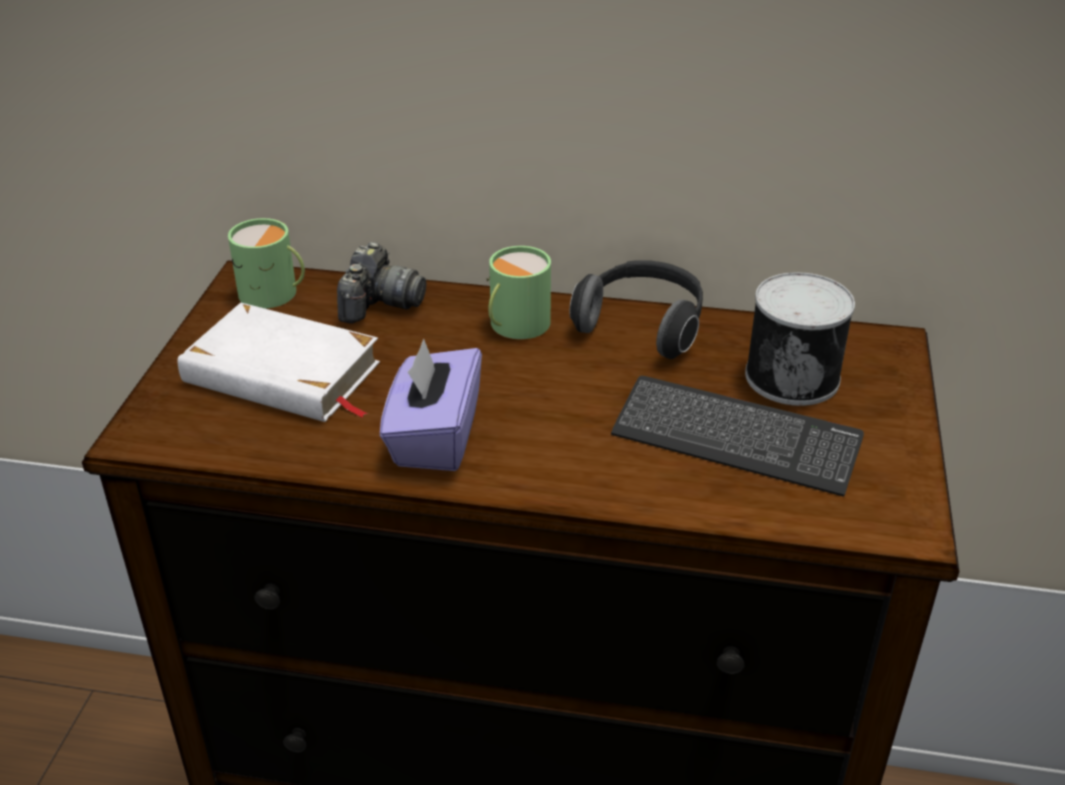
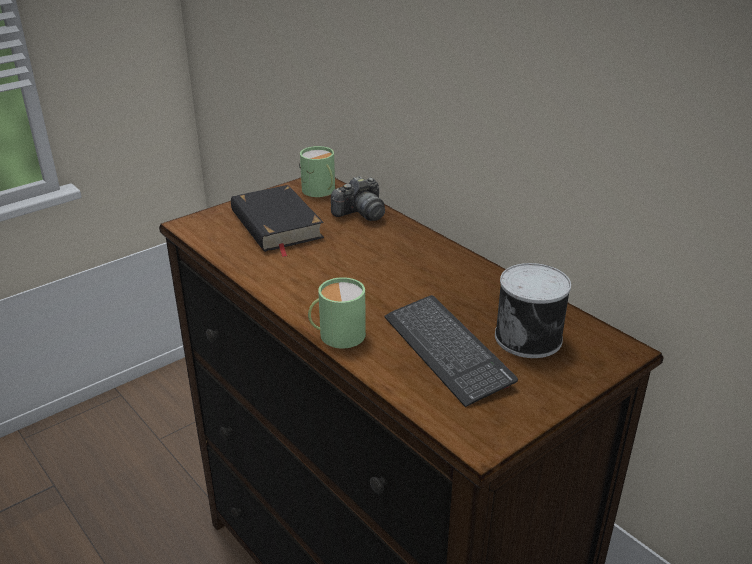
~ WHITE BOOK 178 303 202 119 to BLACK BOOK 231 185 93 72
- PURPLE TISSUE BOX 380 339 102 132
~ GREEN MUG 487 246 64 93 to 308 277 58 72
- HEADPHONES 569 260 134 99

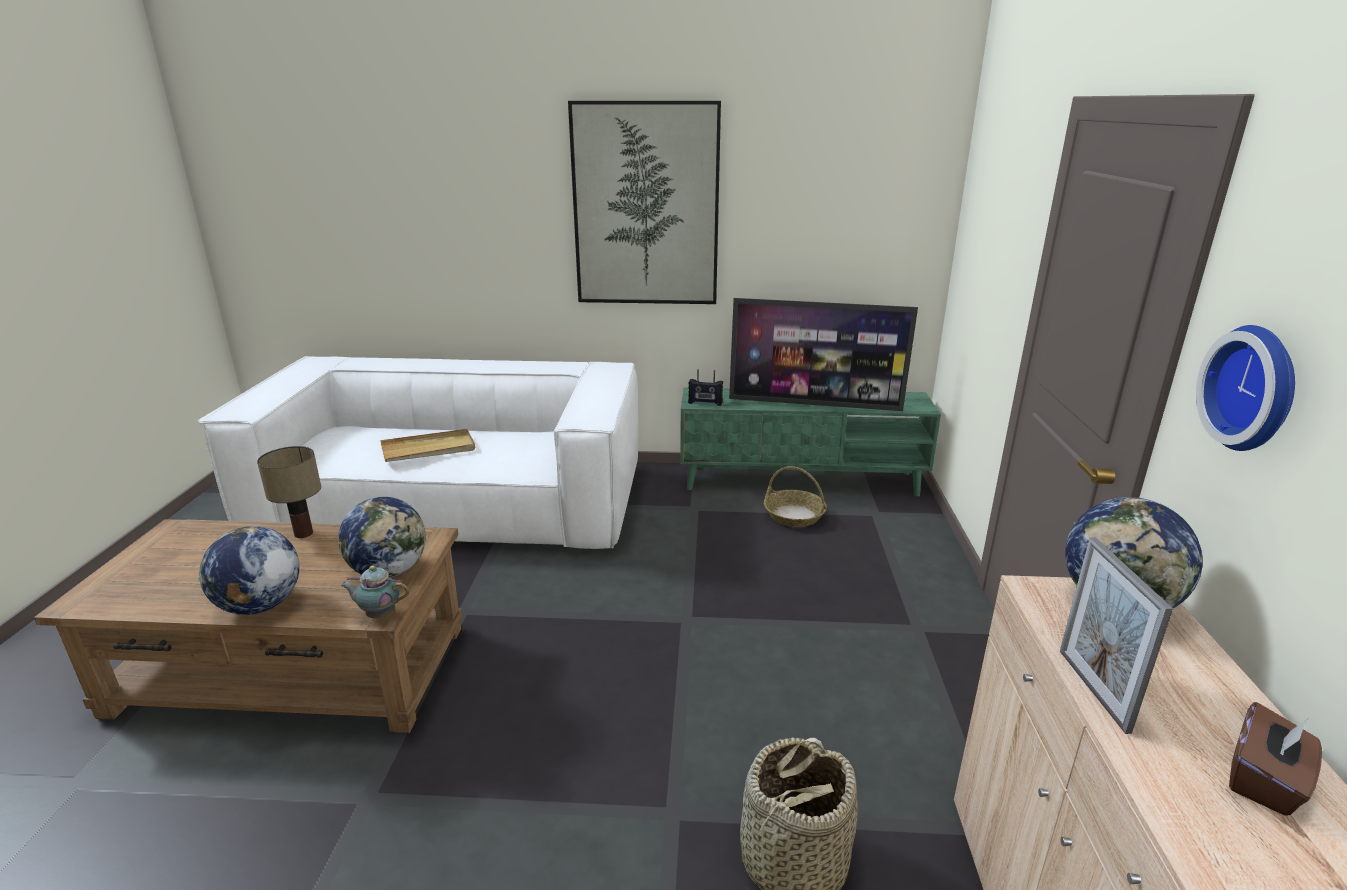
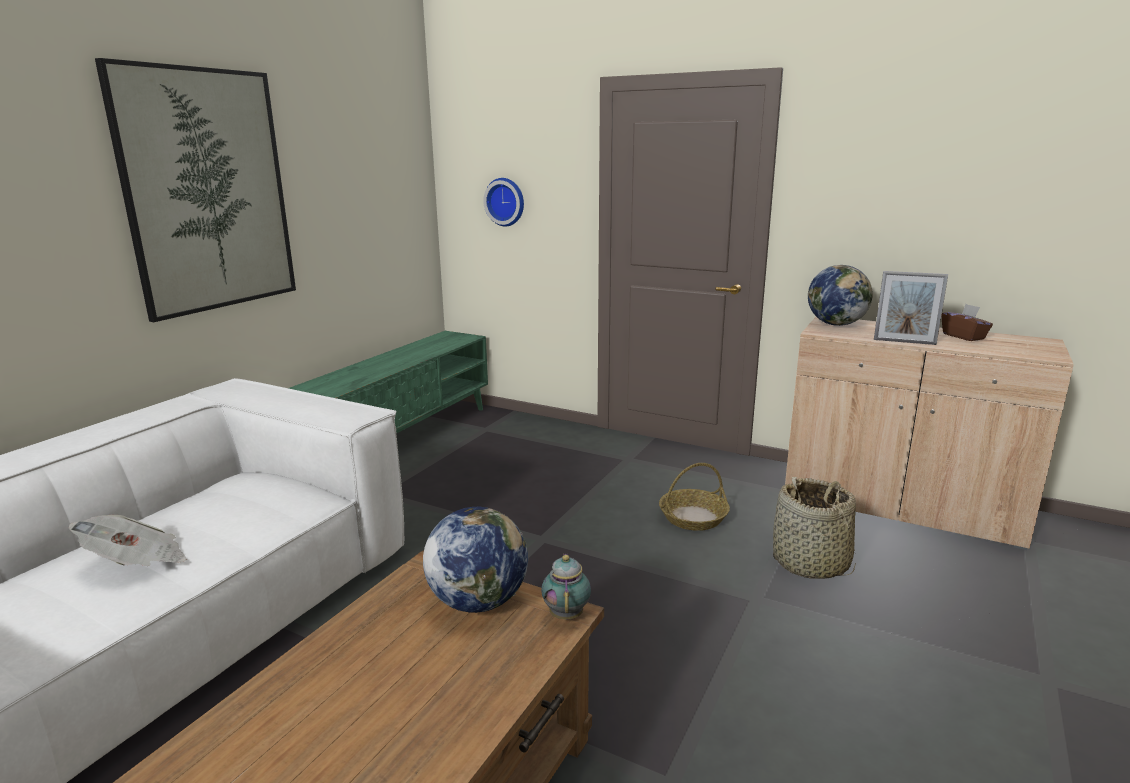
- GLOBE 198 526 102 89
- TABLE LAMP 257 446 64 92
~ TEAPOT 340 565 69 53 = 541 553 50 67 150 degrees clockwise
~ BEIGE TRAY 380 429 95 33 to NEWSPAPER 68 515 119 51
- RADIO 688 369 35 37
- TELEVISION 729 298 189 113
~ BASKET 764 466 63 61 to 659 463 71 68
~ WALL CLOCK 1196 325 99 126 to 483 178 41 49

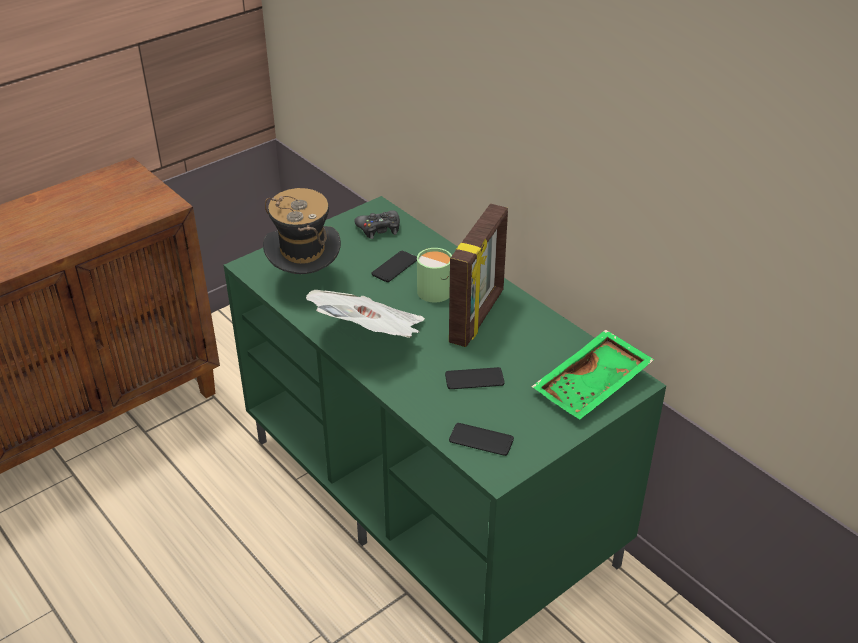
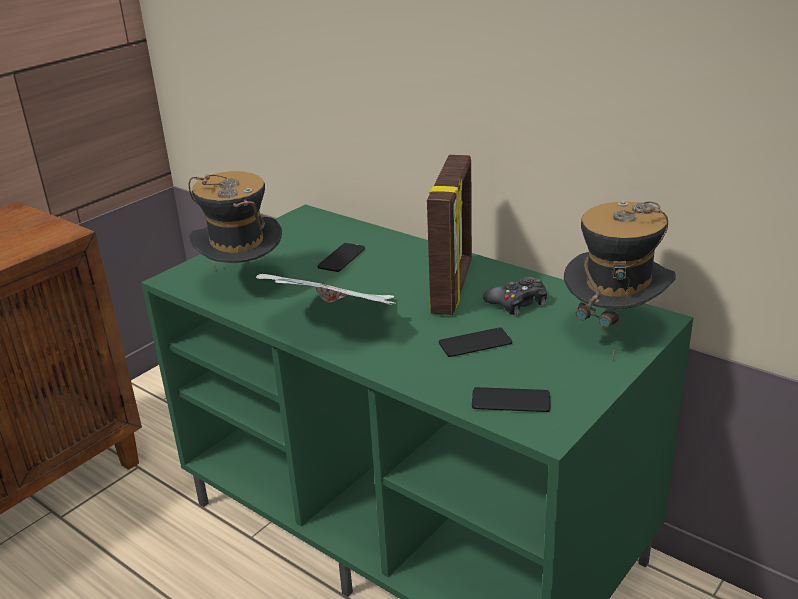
~ BLACK GAME CONTROLLER 354 210 46 29 to 483 277 64 38
- GREEN MUG 417 248 35 55
~ GREEN TRAY 532 330 122 90 to HAT 564 201 112 157

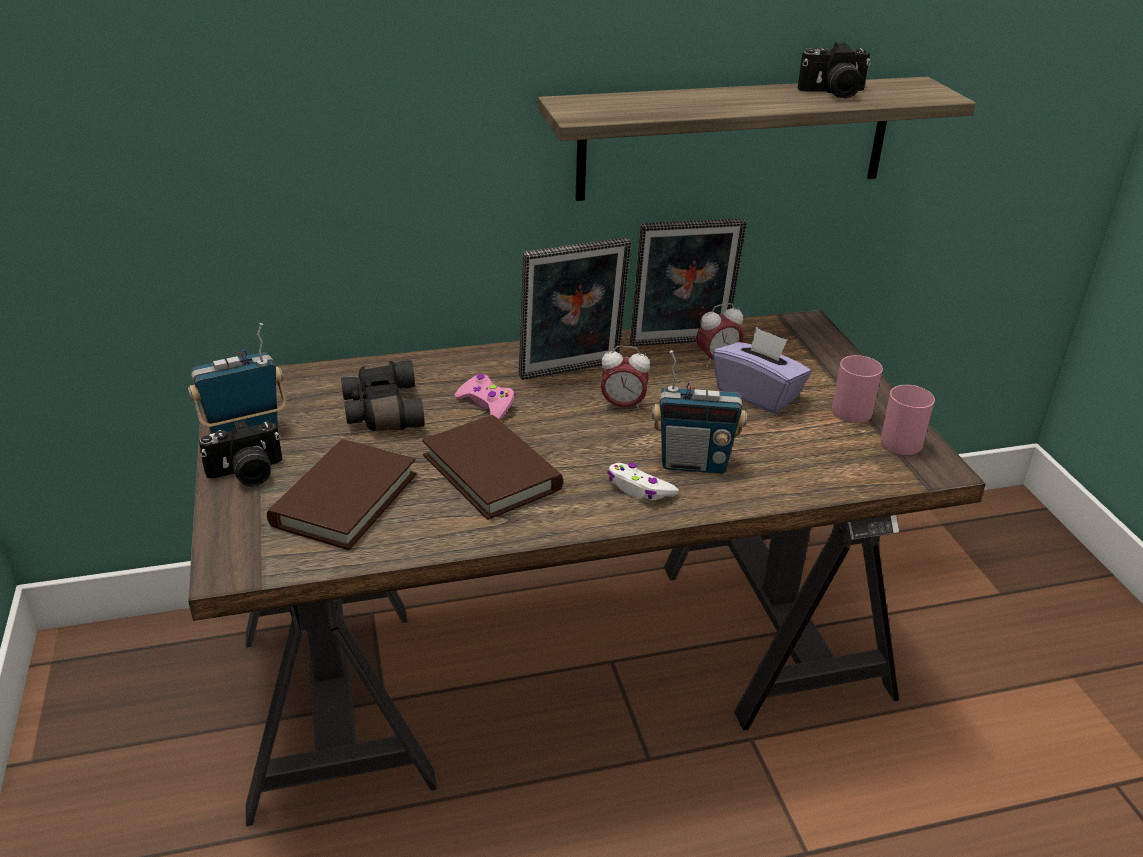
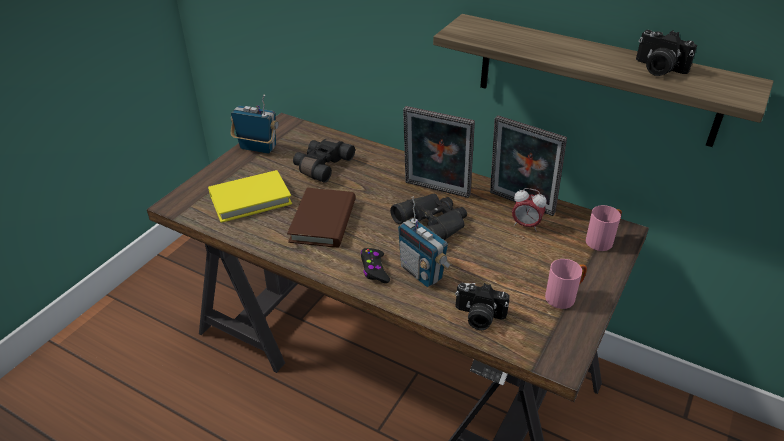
~ PHOTO CAMERA 199 420 83 66 to 455 283 55 47
~ BROWN BOOK 267 439 150 111 to YELLOW BOOK 208 170 84 53
- PINK GAME CONTROLLER 455 374 61 46
~ ALARM CLOCK 601 346 49 66 to BLACK BINOCULARS 390 193 77 47
~ WHITE GAME CONTROLLER 607 463 72 37 to BLACK GAME CONTROLLER 361 248 29 35
- PURPLE TISSUE BOX 713 327 98 87
~ PINK MUG 880 385 55 70 to 586 205 36 46

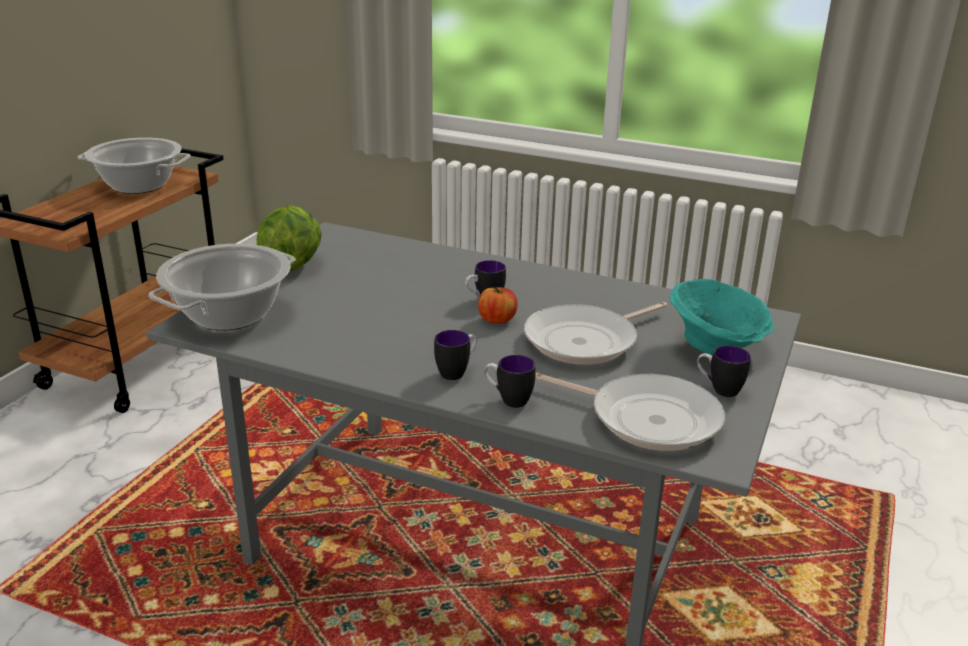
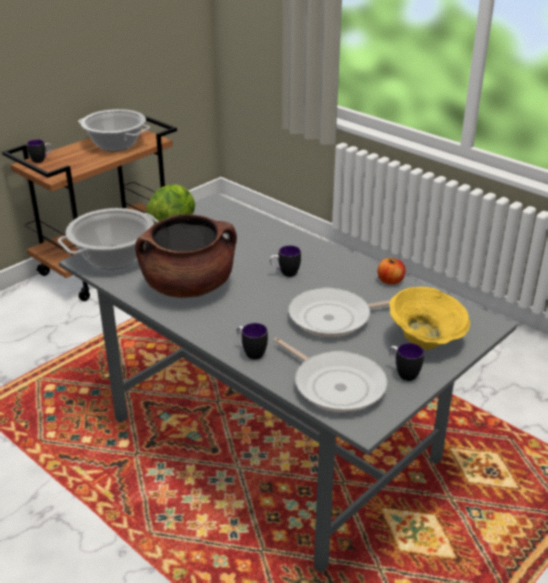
~ MUG 434 330 43 50 to 27 140 25 23
~ APPLE 478 287 39 37 to 378 258 28 27
~ TURQUOISE BOWL 670 279 105 77 to YELLOW BOWL 389 287 81 63
+ BROWN COOKING POT 135 214 102 84

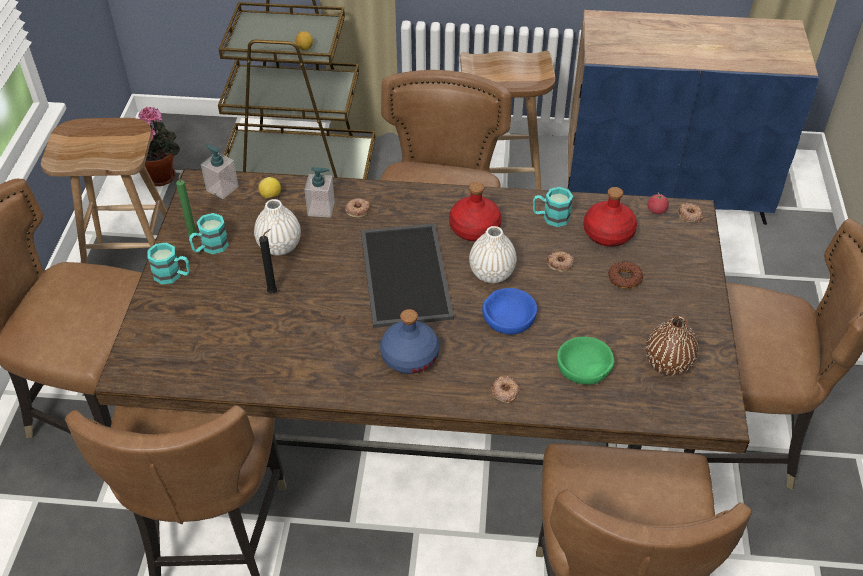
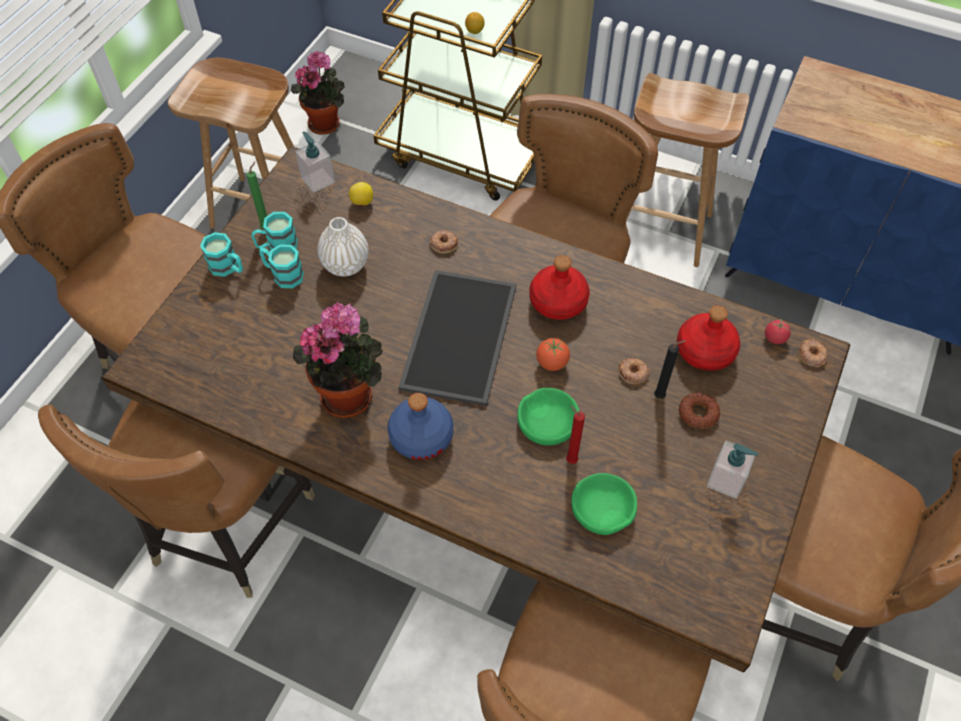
~ BLACK CANDLE 259 229 18 64 to 654 340 32 59
~ SOAP DISPENSER 304 167 31 51 to 707 441 52 58
~ WHITE VASE 469 226 48 57 to TOMATO 536 338 34 33
~ BLUE BOWL 482 288 55 47 to GREEN BOWL 517 388 62 57
- DONUT 491 376 29 27
~ TURQUOISE MUG 533 187 40 40 to 259 244 45 44
- BROWN VASE 646 315 52 61
+ POTTED PLANT 293 302 90 117
+ RED CANDLE 566 405 19 59

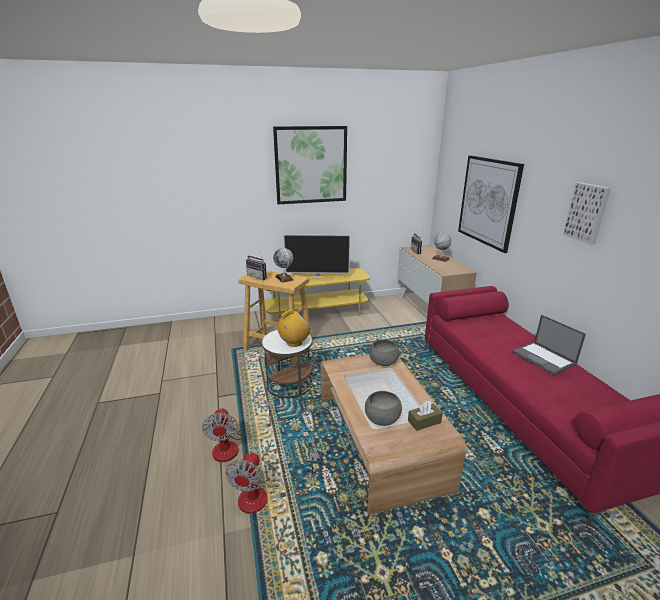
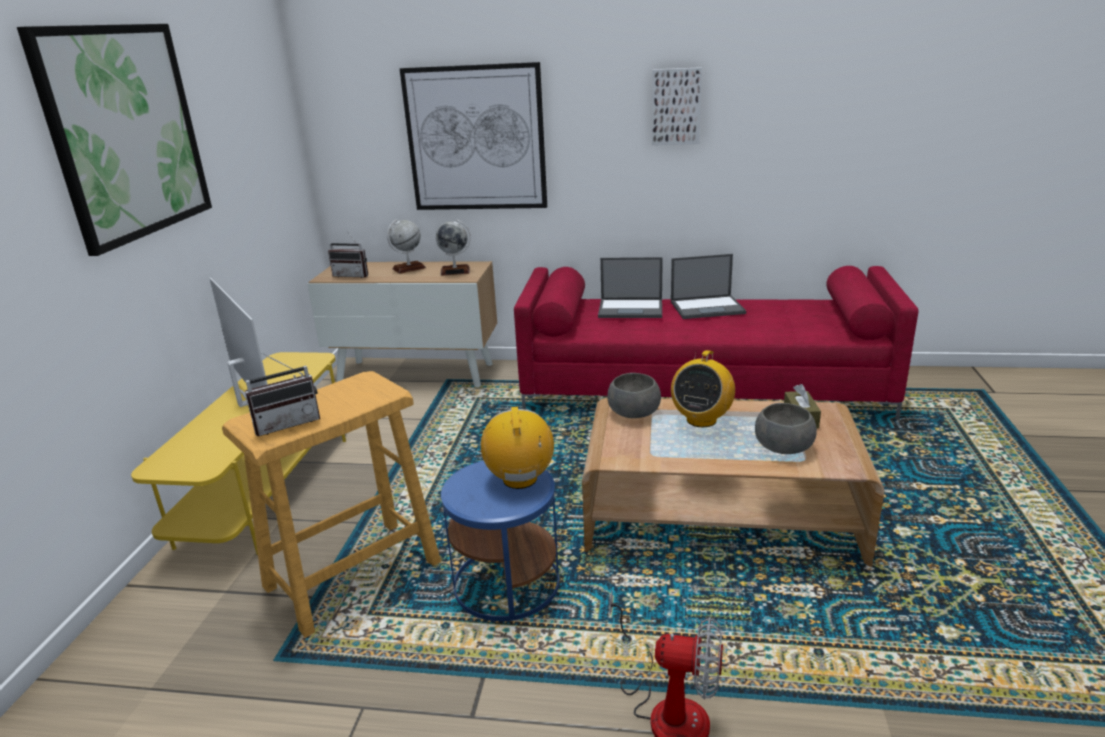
- FAN 225 452 92 62
~ WHITE SIDE TABLE 262 330 51 68 to BLUE SIDE TABLE 441 461 118 160
~ GLOBE 273 248 20 35 to 436 220 34 56
~ TELEVISION 283 235 67 43 = 209 278 59 129 60 degrees counterclockwise
+ LAPTOP 598 257 65 61
+ RADIO 671 350 64 77

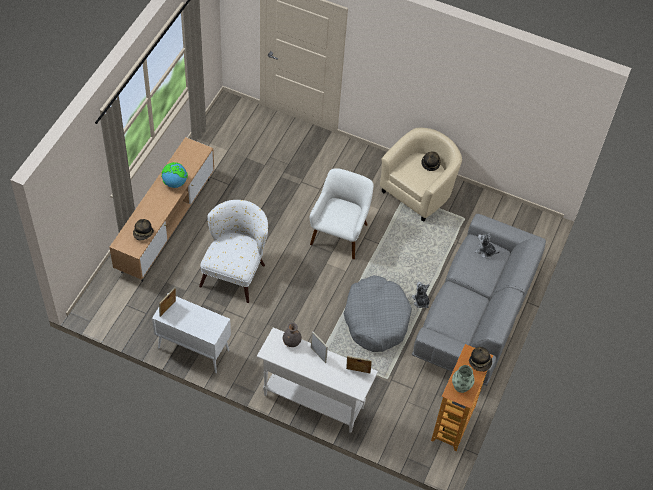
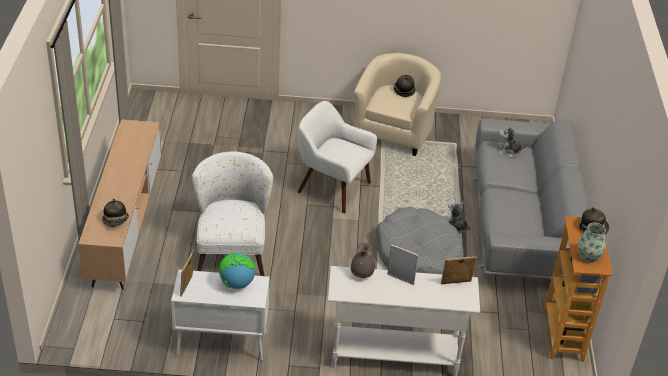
~ GLOBE 161 162 27 26 to 219 252 37 37
~ WHITE ARMCHAIR 310 168 64 91 = 298 101 79 112 60 degrees counterclockwise

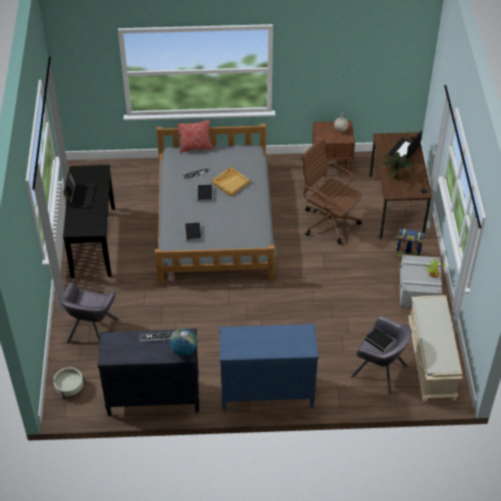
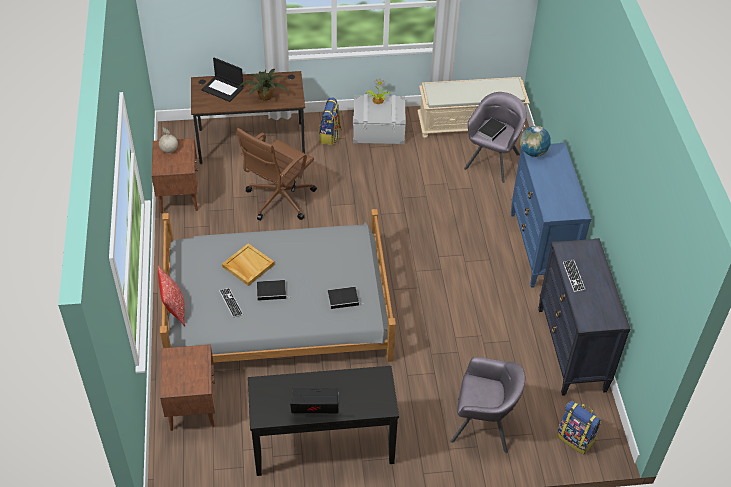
~ BEIGE PLANTER 53 367 32 33 to BACKPACK 557 400 44 54
~ GLOBE 169 328 28 28 to 520 126 31 31
+ BROWN NIGHTSTAND 160 344 55 87

